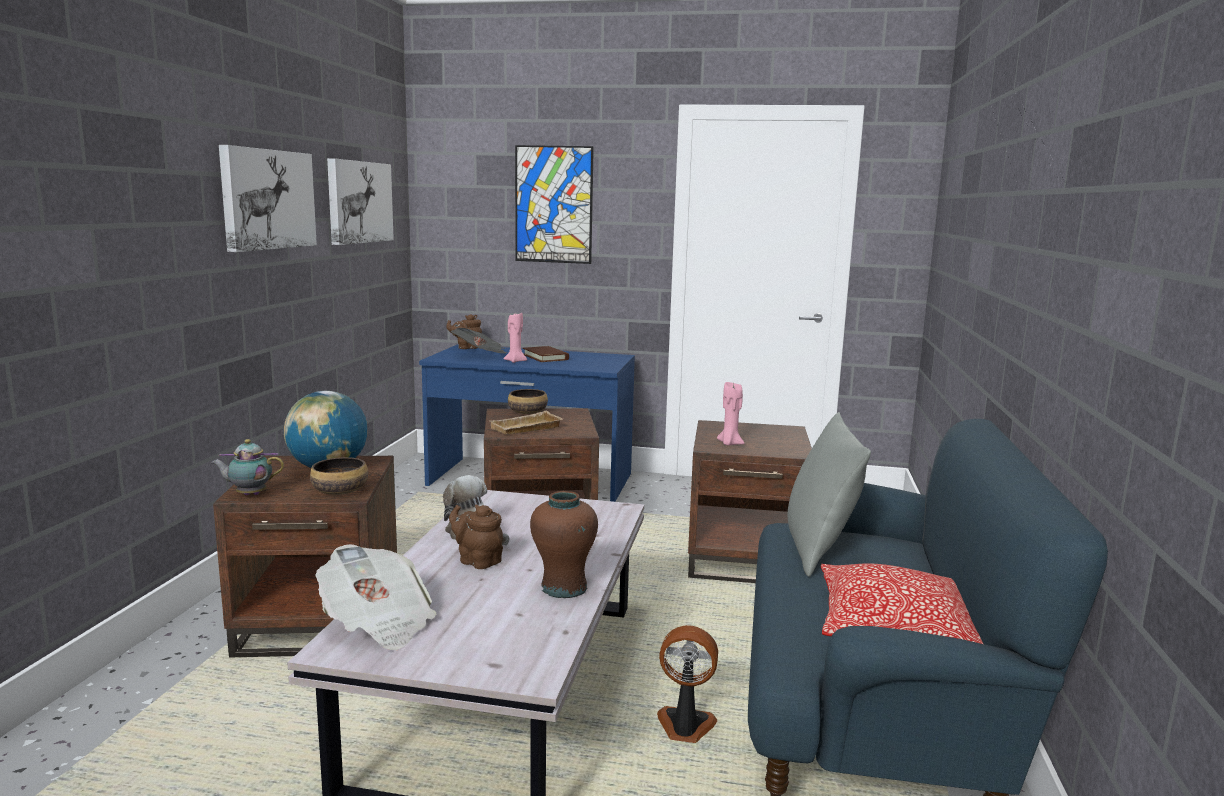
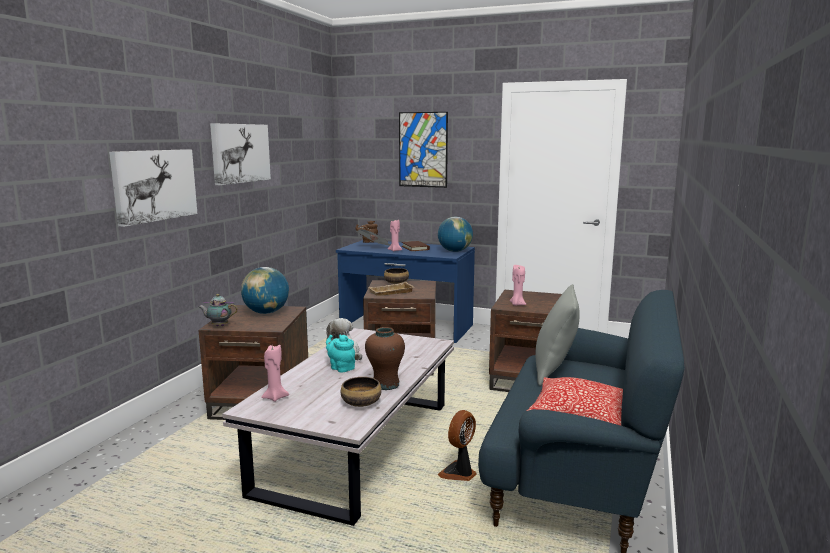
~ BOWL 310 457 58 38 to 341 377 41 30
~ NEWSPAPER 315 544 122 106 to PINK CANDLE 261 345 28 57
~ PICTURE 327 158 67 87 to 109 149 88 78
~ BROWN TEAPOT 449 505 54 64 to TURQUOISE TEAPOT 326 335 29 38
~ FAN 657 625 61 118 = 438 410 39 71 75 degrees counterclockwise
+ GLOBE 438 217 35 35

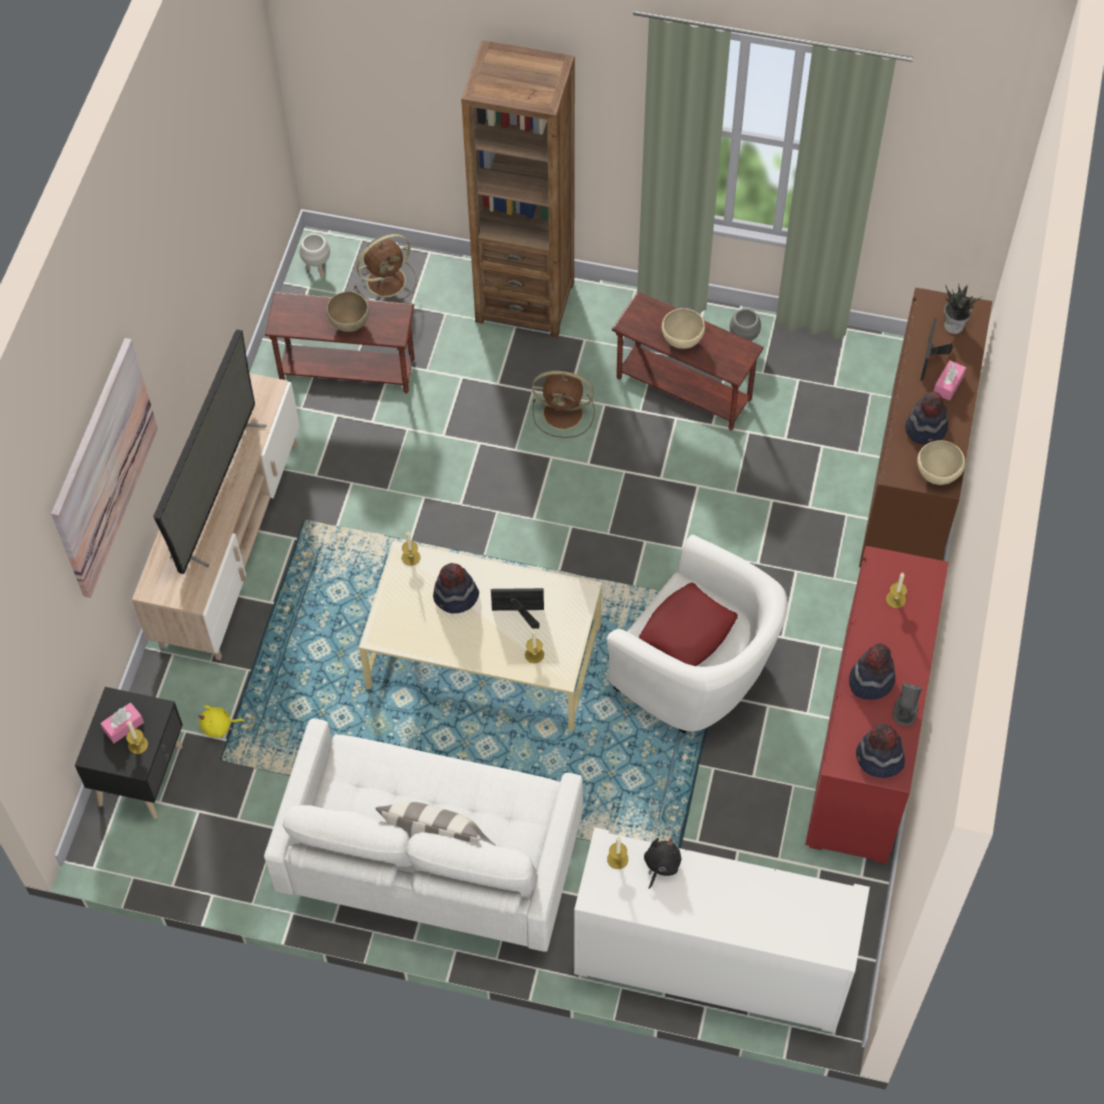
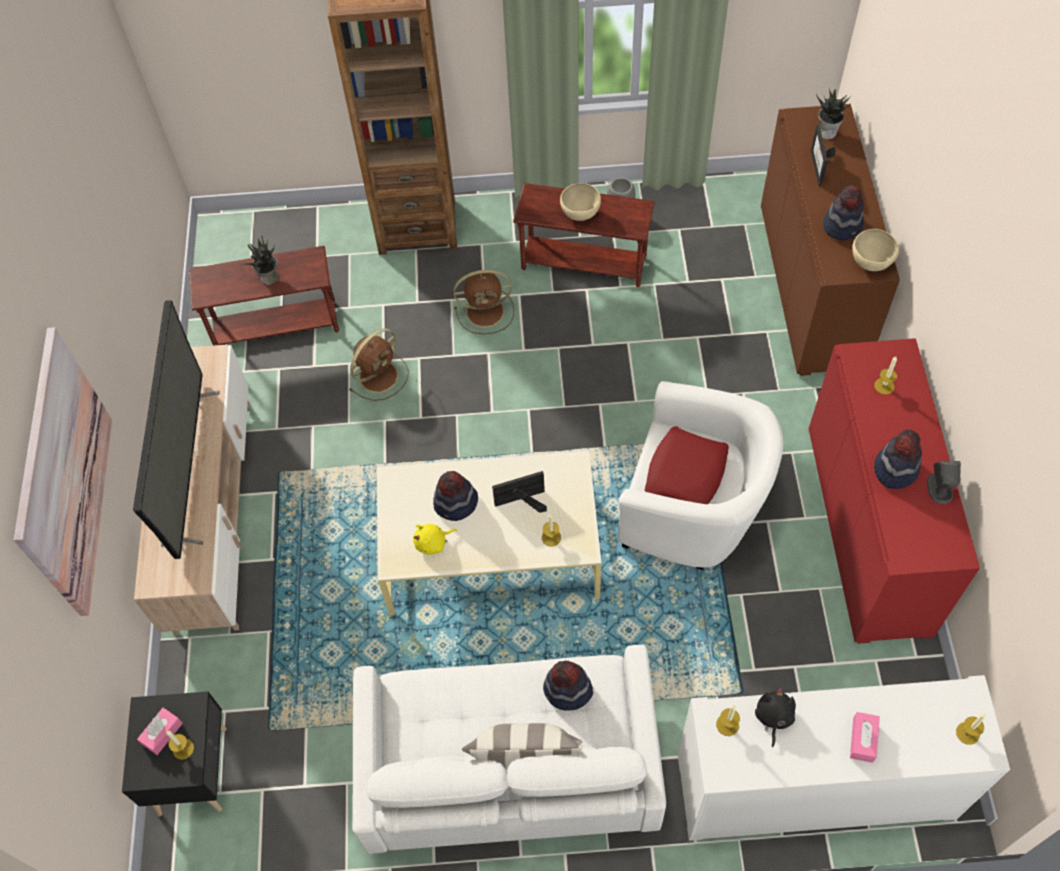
~ YELLOW PLUSH TOY 198 705 47 32 to 413 524 44 31
- WHITE PLANTER 299 234 31 43
~ BROWN BOWL 326 291 43 41 to POTTED PLANT 243 236 36 49
~ BROWN FAN 354 234 63 68 to 349 328 60 73
~ CANDLE 402 531 19 35 to 956 713 30 32
~ HAT 856 724 49 54 to 543 661 50 50
~ PINK TISSUE BOX 934 360 32 41 to 850 712 30 51

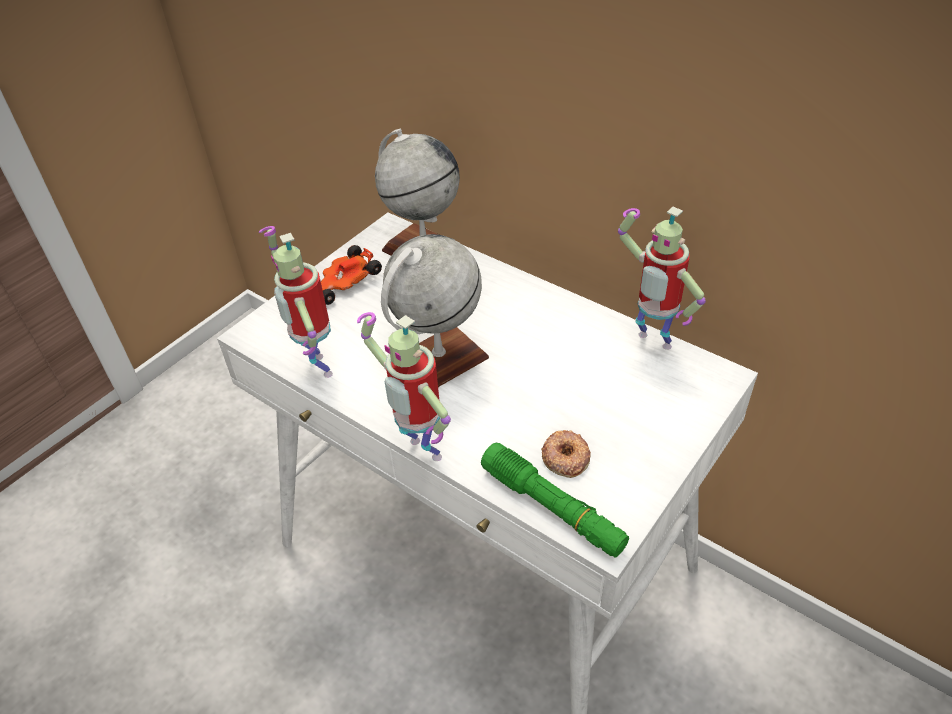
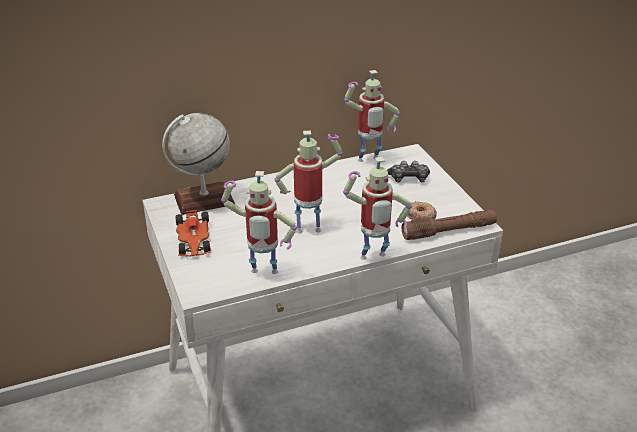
~ GLOBE 381 234 108 153 to TOY ROBOT 274 131 69 102
~ GREEN FLASHLIGHT 481 443 148 115 to BROWN FLASHLIGHT 402 210 95 30
+ GAME CONTROLLER 387 161 43 22

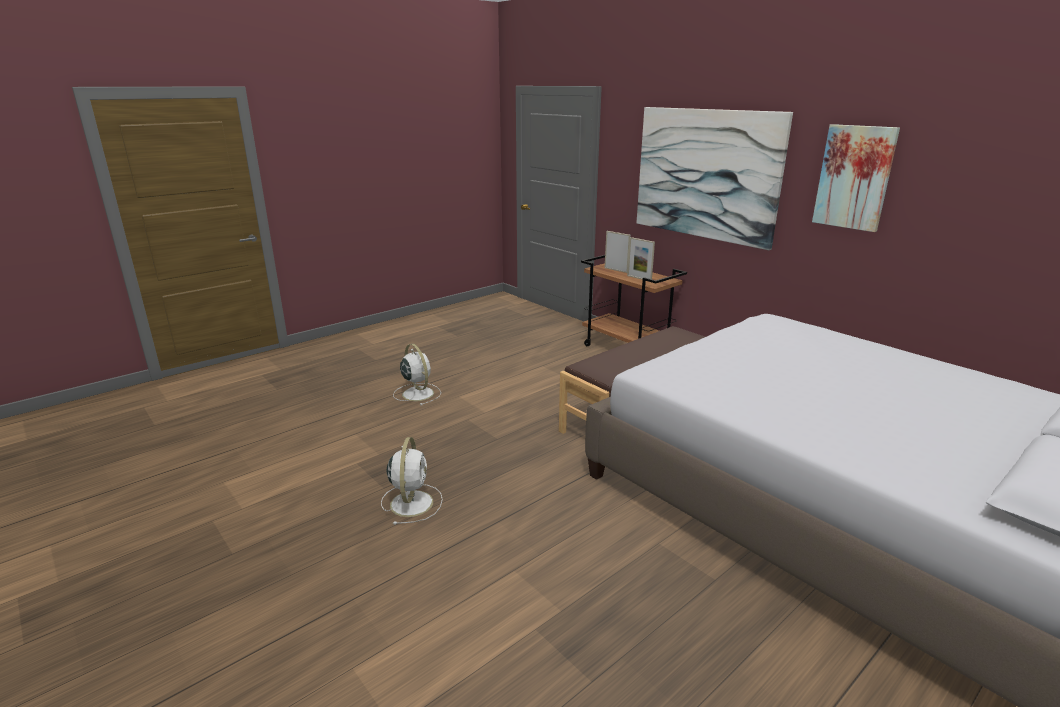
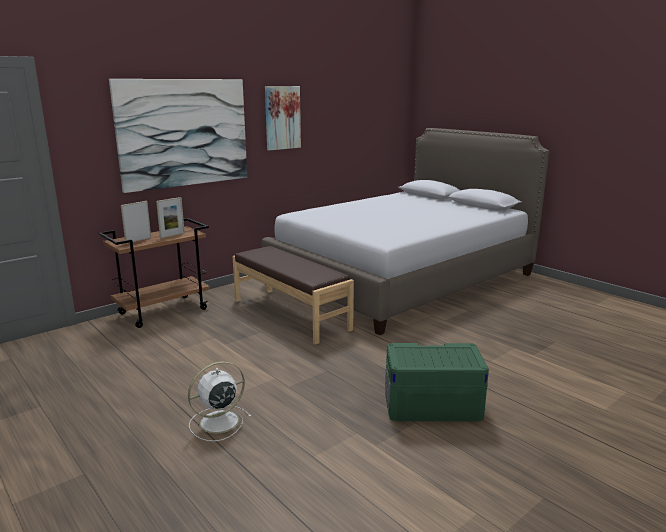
~ WHITE FAN 381 437 62 88 to GREEN STORAGE BOX 385 343 104 78

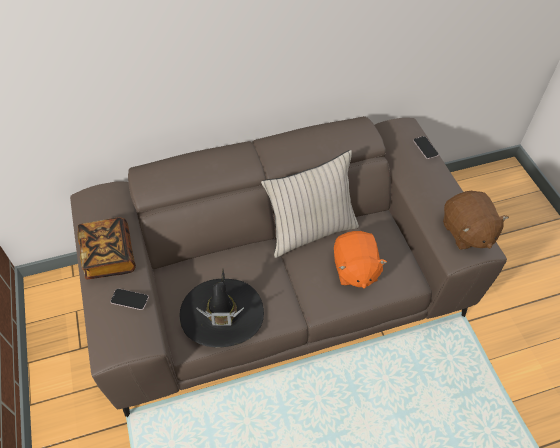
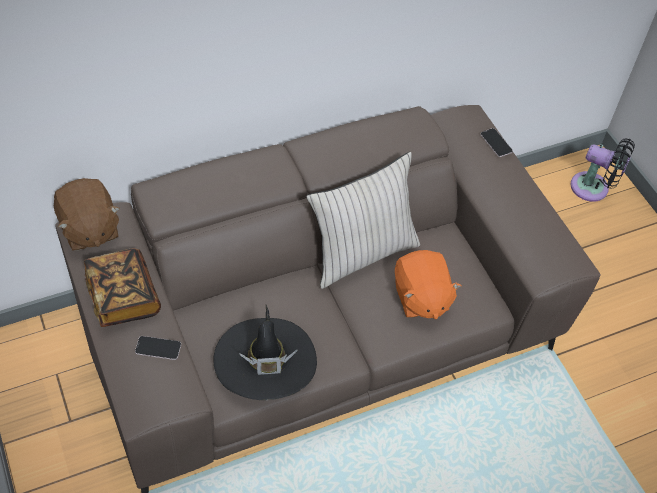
~ BROWN PLUSH TOY 443 191 66 59 to 54 178 66 73
+ BLACK FAN 570 138 65 64

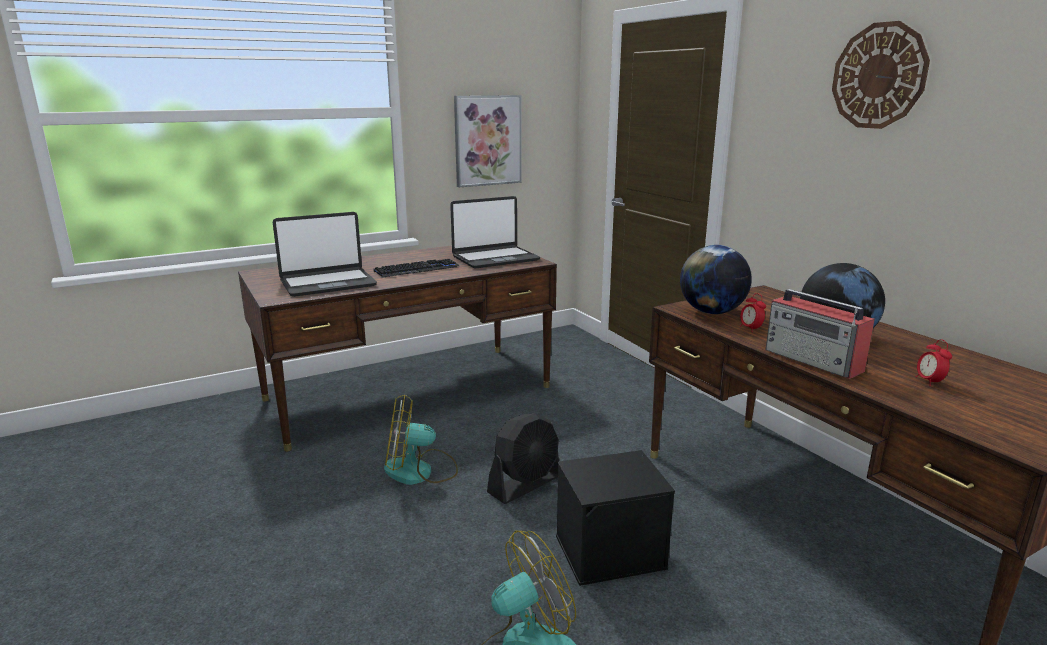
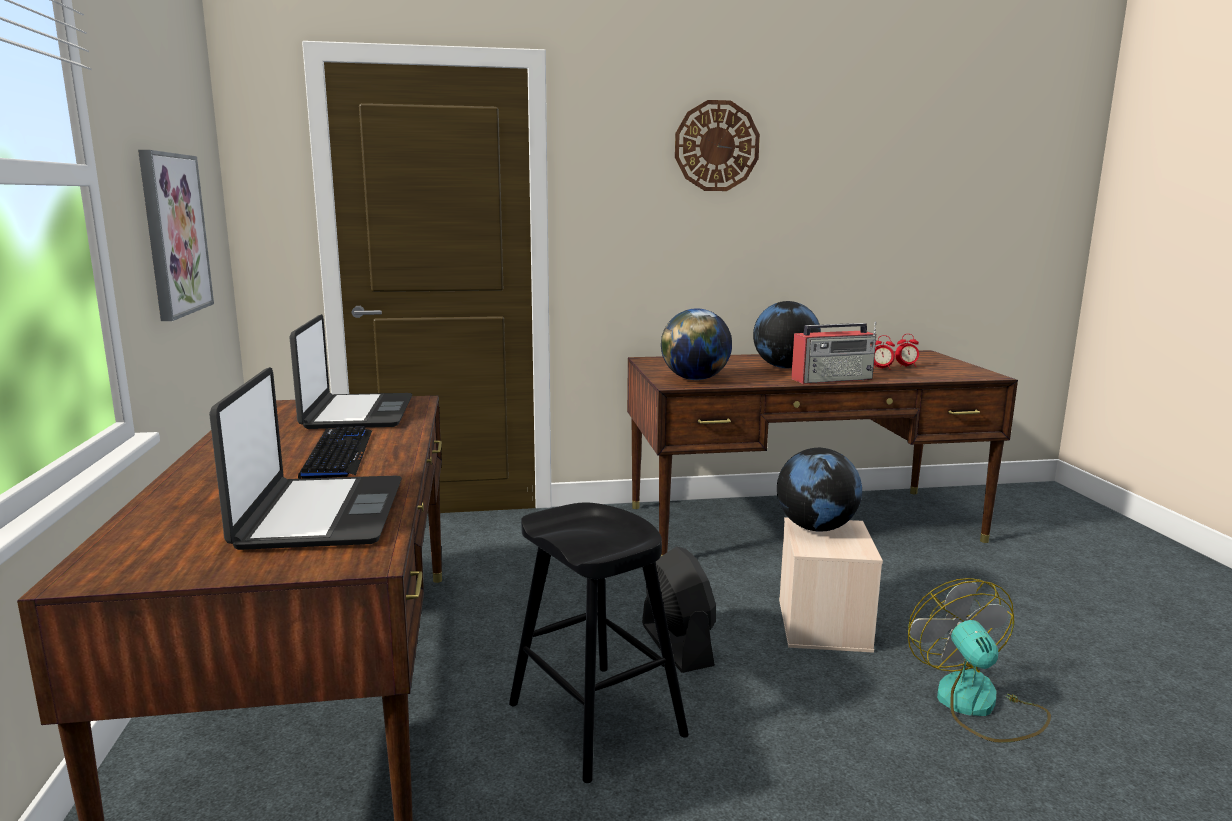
~ FAN 384 395 74 90 to BLACK STOOL 509 502 180 281
~ BLACK STORAGE BOX 556 450 119 136 to BEIGE STORAGE BOX 779 517 104 136
~ ALARM CLOCK 740 293 26 39 to 895 334 24 33
+ GLOBE 777 448 85 84

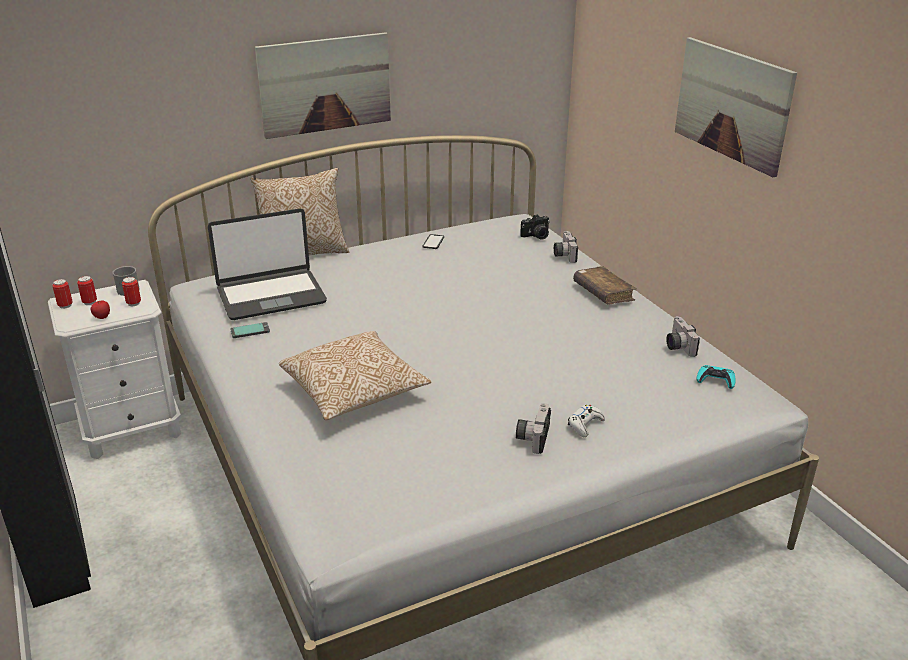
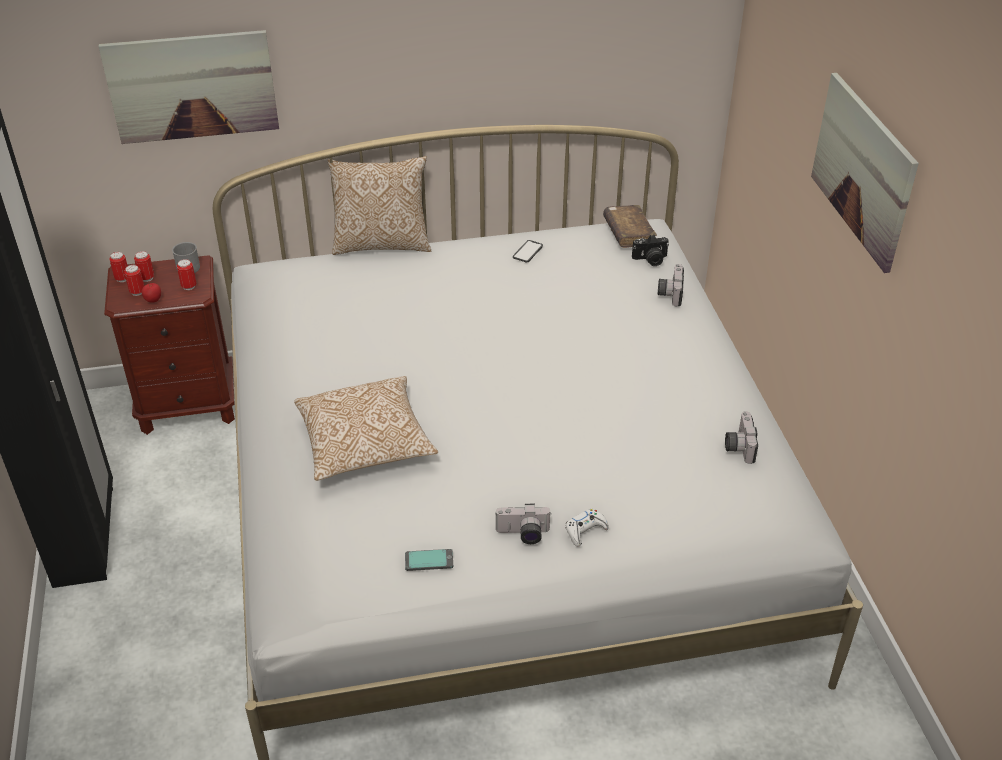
~ WHITE NIGHTSTAND 48 280 133 179 to BROWN NIGHTSTAND 104 255 131 180
- LAPTOP 208 209 119 111
~ PHONE 230 322 40 16 to 405 549 48 22
~ PICTURE 255 32 136 107 to 98 30 181 114
~ PHOTO CAMERA 516 403 35 51 = 495 504 56 40 120 degrees counterclockwise
~ BROWN BOOK 573 266 64 39 to 603 205 54 43
- TURQUOISE GAME CONTROLLER 697 365 39 24
+ CAN 124 265 20 31

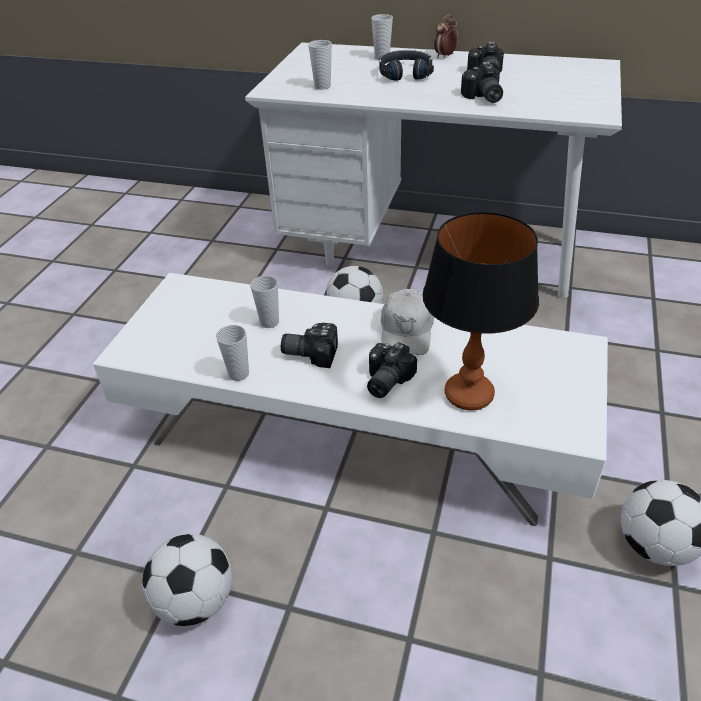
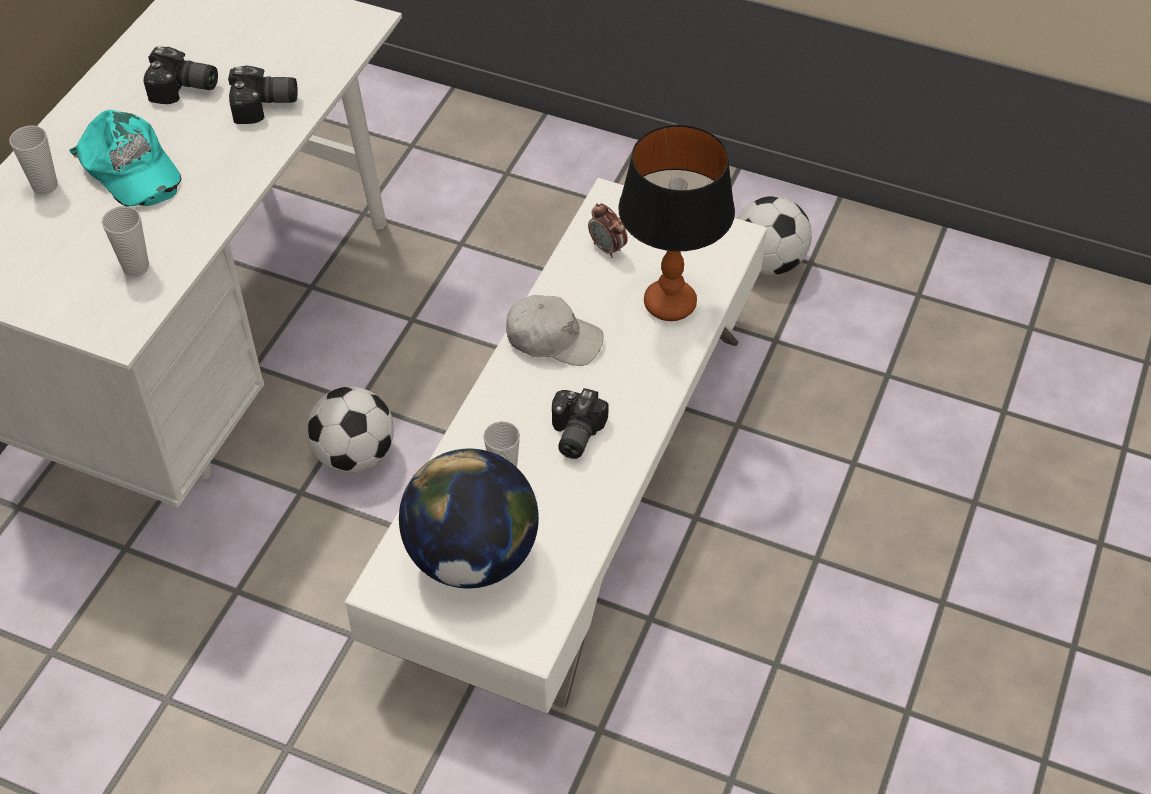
- FOOTBALL 142 534 90 92
- CUP 216 325 33 56
- PHOTO CAMERA 367 342 50 56
~ BLACK HEADPHONES 379 50 55 31 to TURQUOISE CAP 69 110 112 97
~ ALARM CLOCK 434 15 24 43 to 588 203 40 55
+ GLOBE 399 449 140 139

